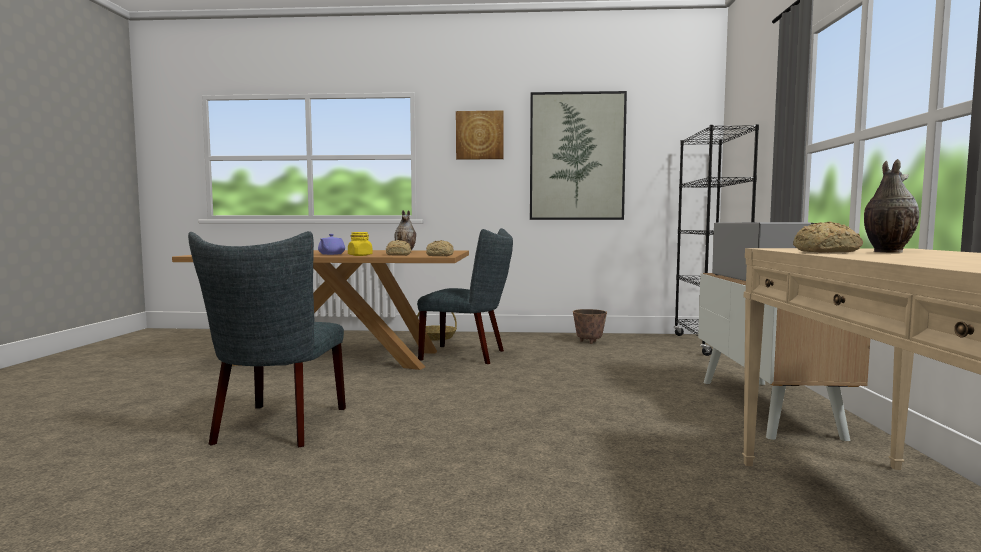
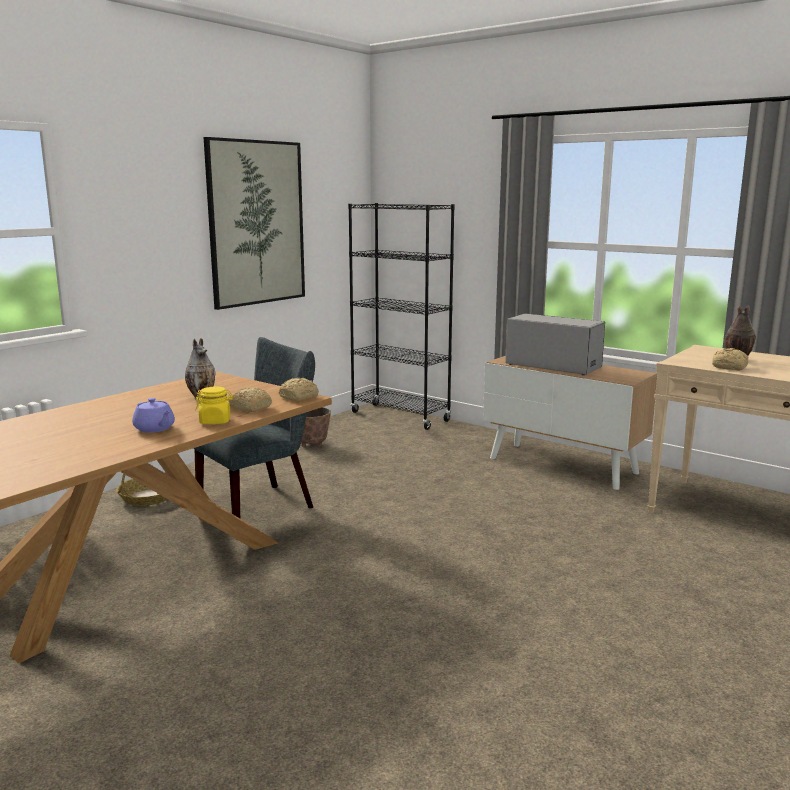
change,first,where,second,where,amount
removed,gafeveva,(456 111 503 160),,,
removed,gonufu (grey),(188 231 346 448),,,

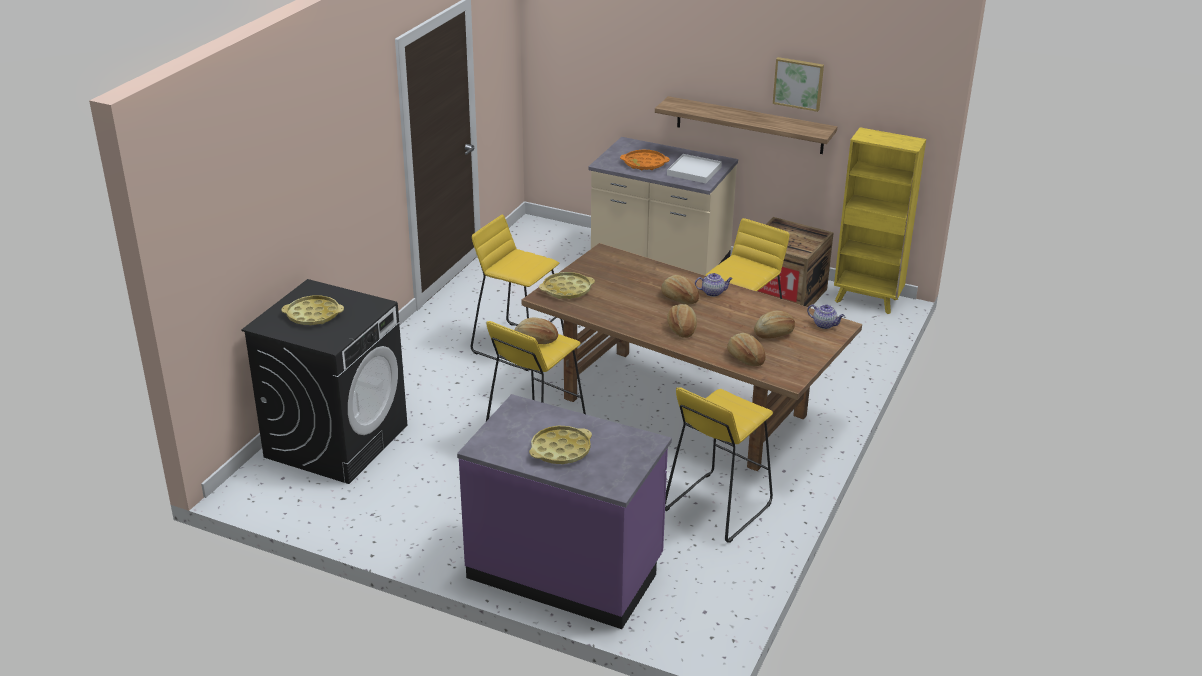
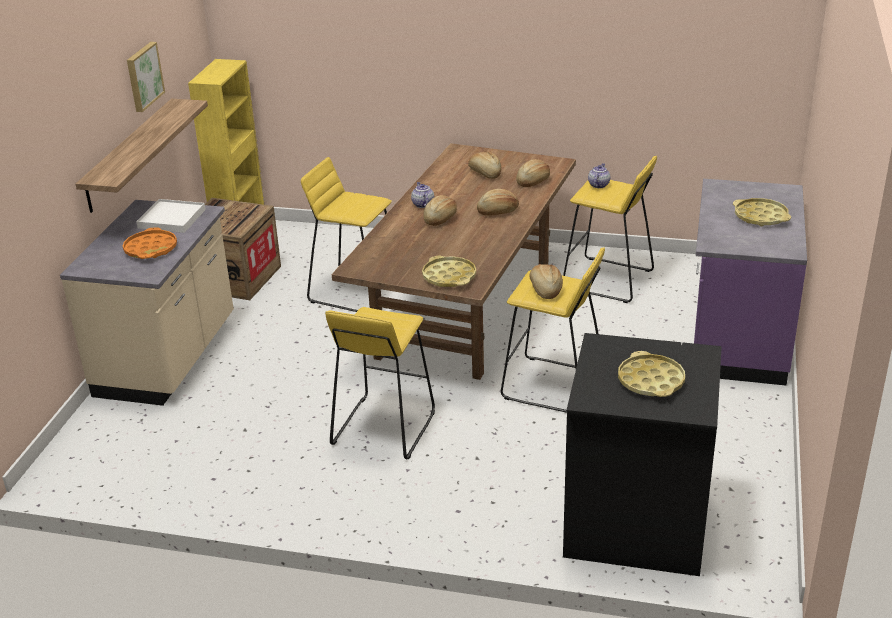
change,first,where,second,where,amount
moved,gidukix,(807 304 845 329),,(588 163 610 188),

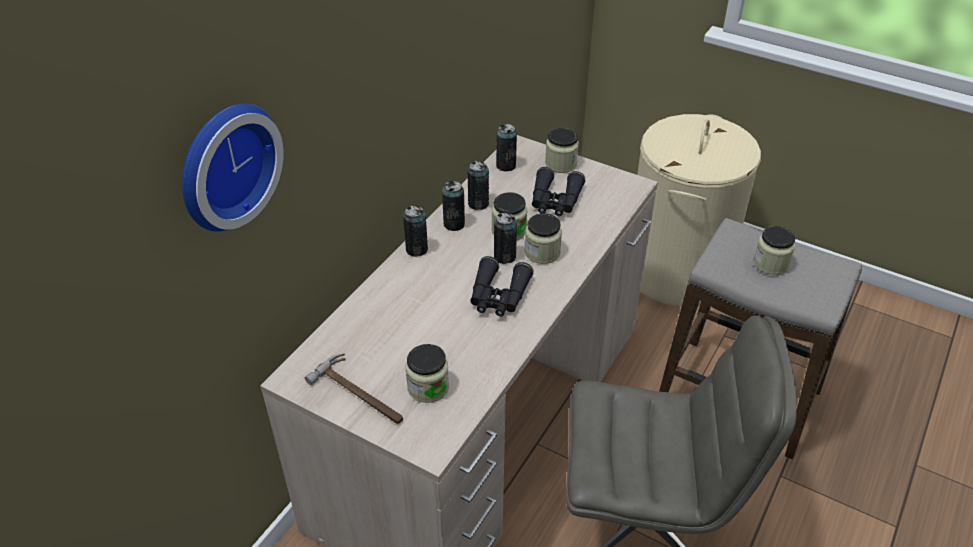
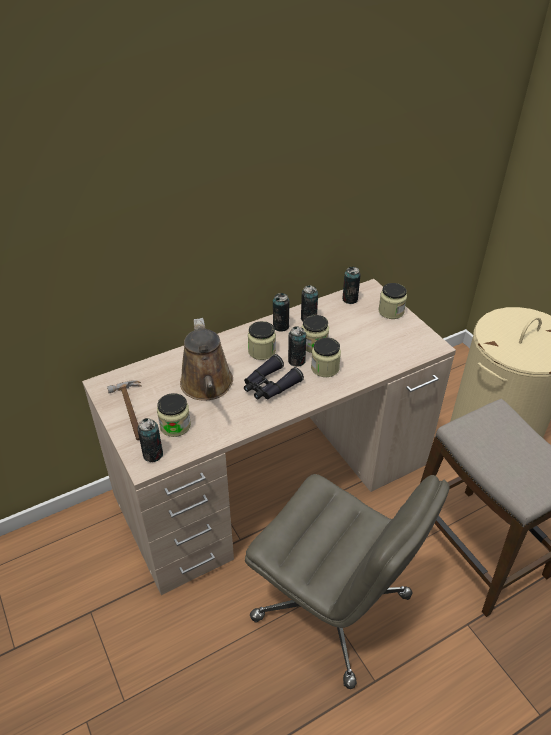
change,first,where,second,where,amount
removed,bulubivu,(182 104 284 232),,,
removed,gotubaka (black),(532 167 585 216),,,
moved,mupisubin,(403 206 428 257),,(138 418 163 462),
moved,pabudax,(753 226 795 275),,(248 321 276 360),
added,,,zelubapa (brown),(180 318 233 401),

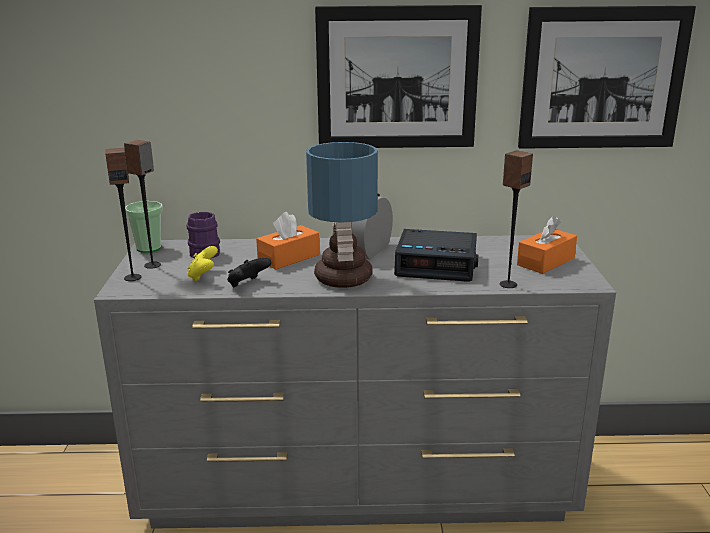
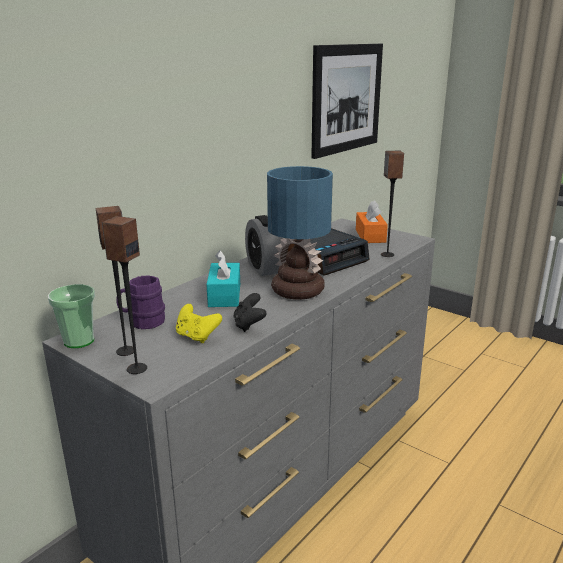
change,first,where,second,where,amount
removed,gafeveva,(315 5 482 148),,,
recoloured,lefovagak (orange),(256 212 320 270),lefovagak (turquoise),(206 250 240 307),

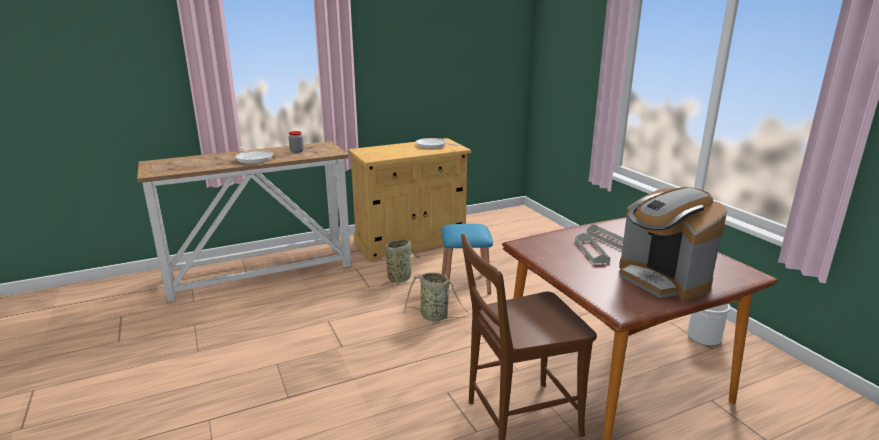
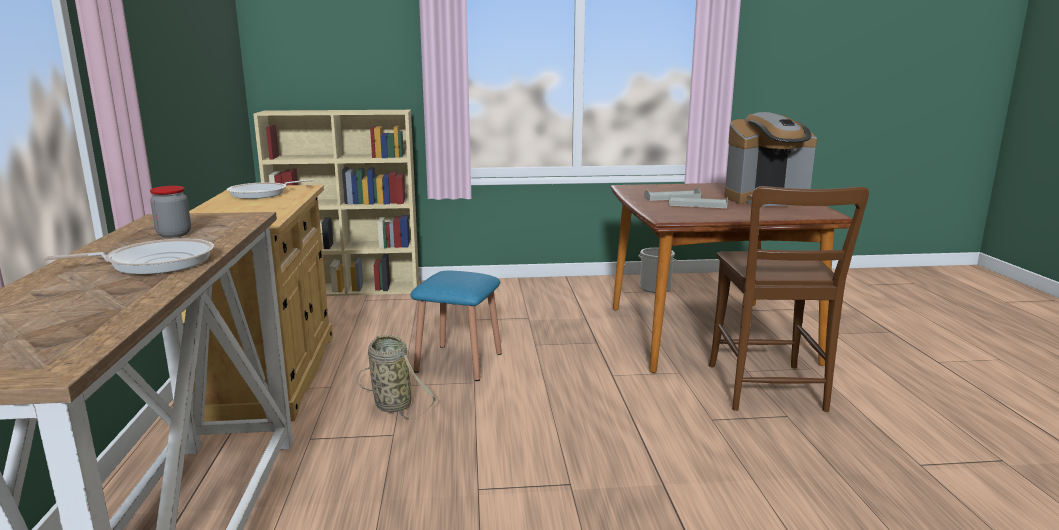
change,first,where,second,where,amount
removed,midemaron,(404 272 472 321),,,
added,,,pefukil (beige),(253 110 419 296),

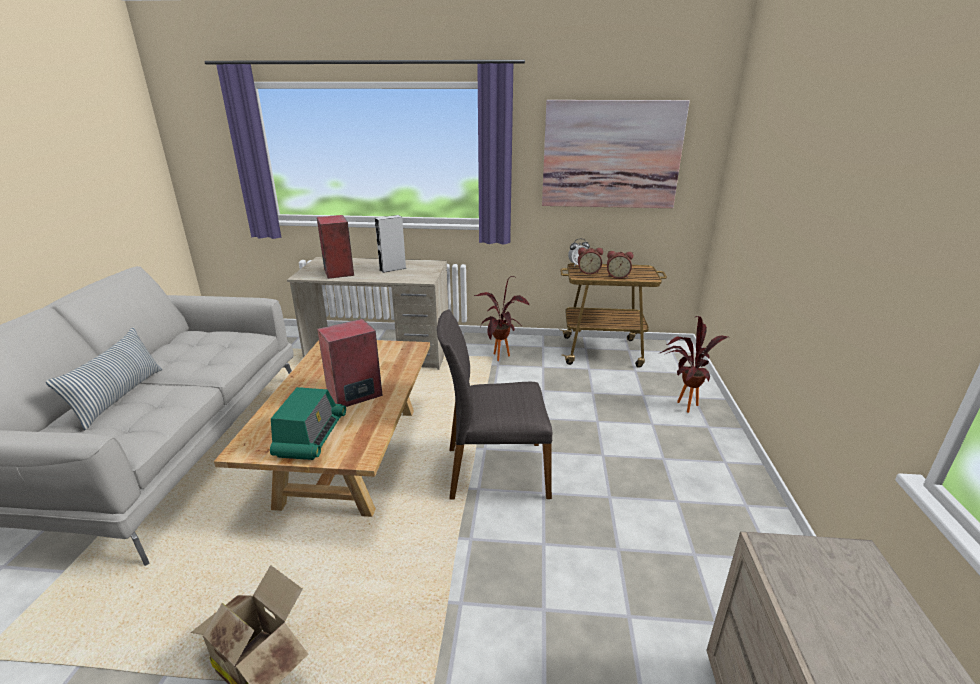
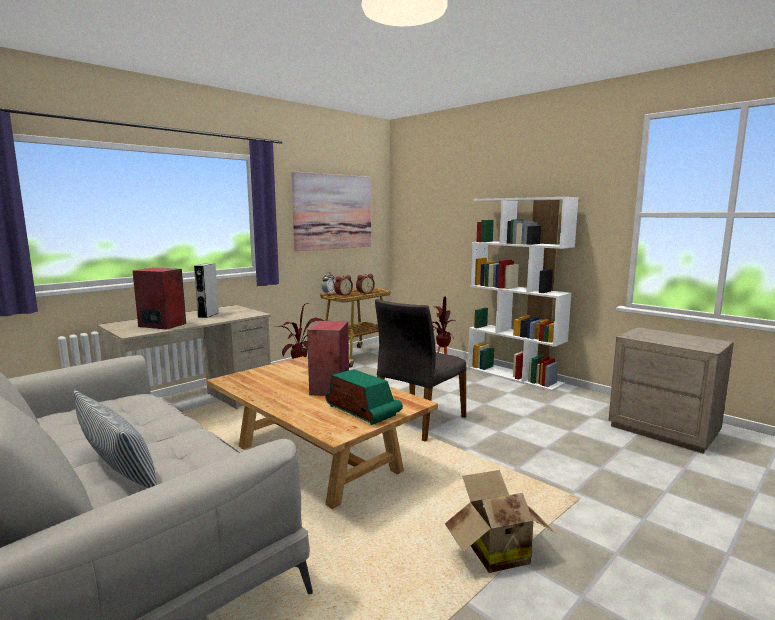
change,first,where,second,where,amount
added,,,pefukil (white),(468 197 579 391),

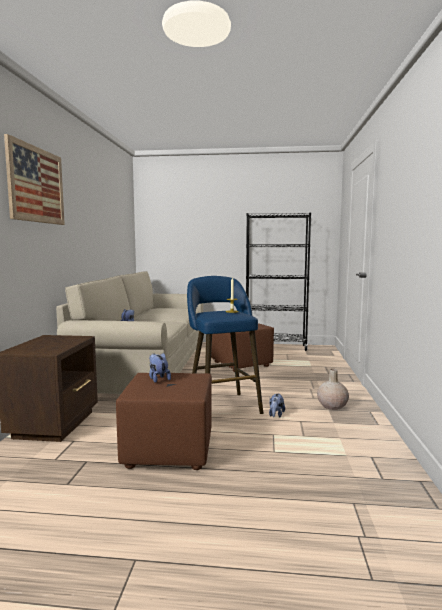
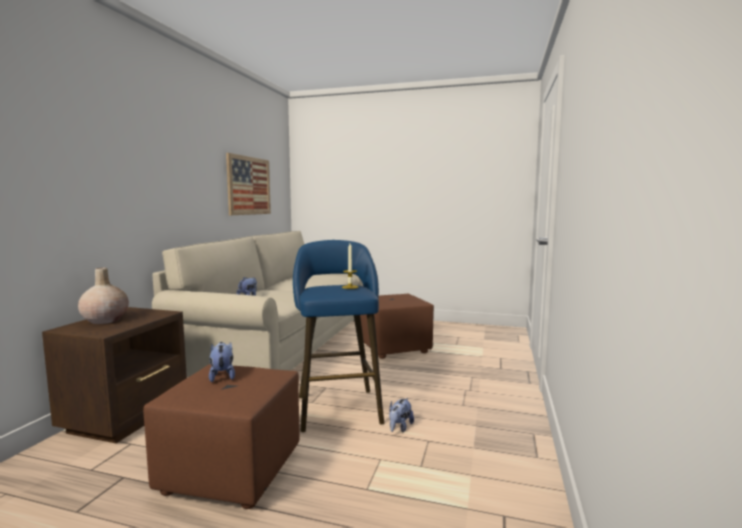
change,first,where,second,where,amount
moved,gafeveva,(4 134 65 225),,(226 153 271 215),
removed,pefukil (black),(246 213 311 351),,,
moved,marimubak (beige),(317 369 349 410),,(78 268 129 324),

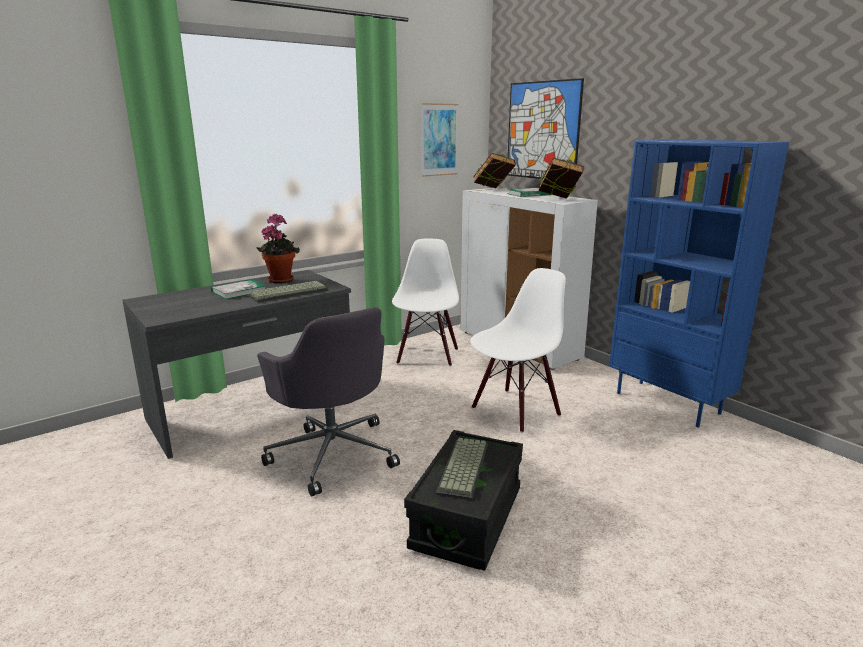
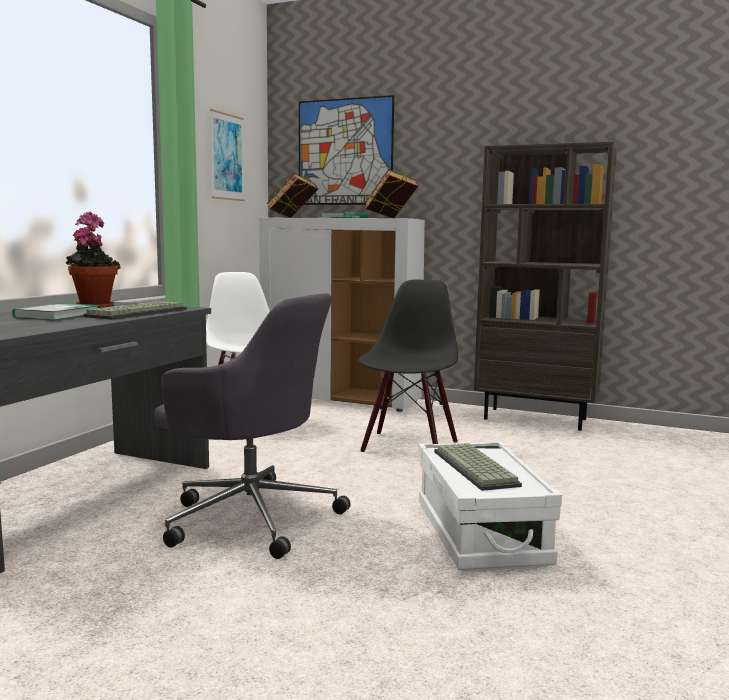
change,first,where,second,where,amount
recoloured,pefukil (blue),(609 139 789 427),pefukil (brown),(474 141 617 431),
recoloured,gonufu (white),(471 268 566 433),gonufu (black),(358 280 458 452),
recoloured,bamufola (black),(404 430 523 571),bamufola (white),(418 441 562 572),

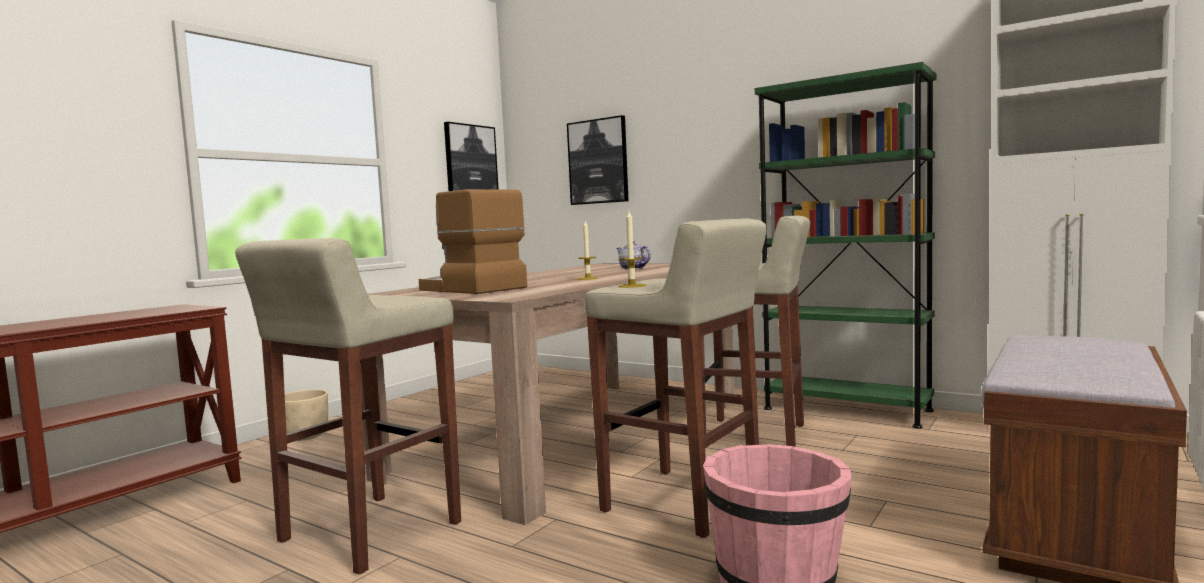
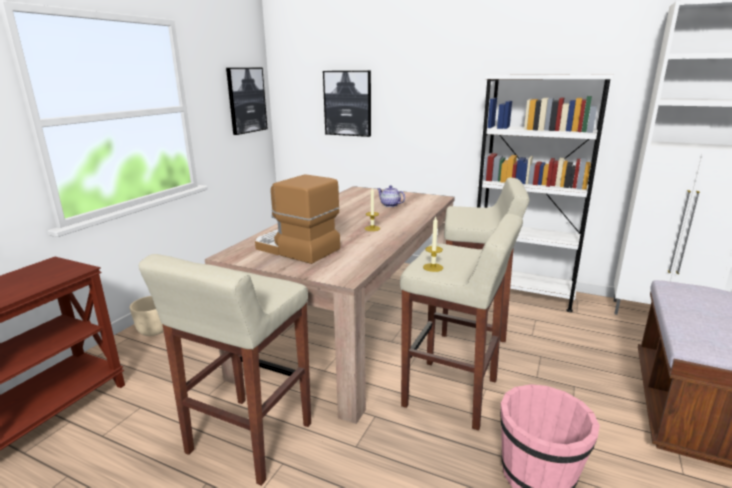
change,first,where,second,where,amount
recoloured,pefukil (green),(755 62 937 429),pefukil (white),(477 73 614 312),

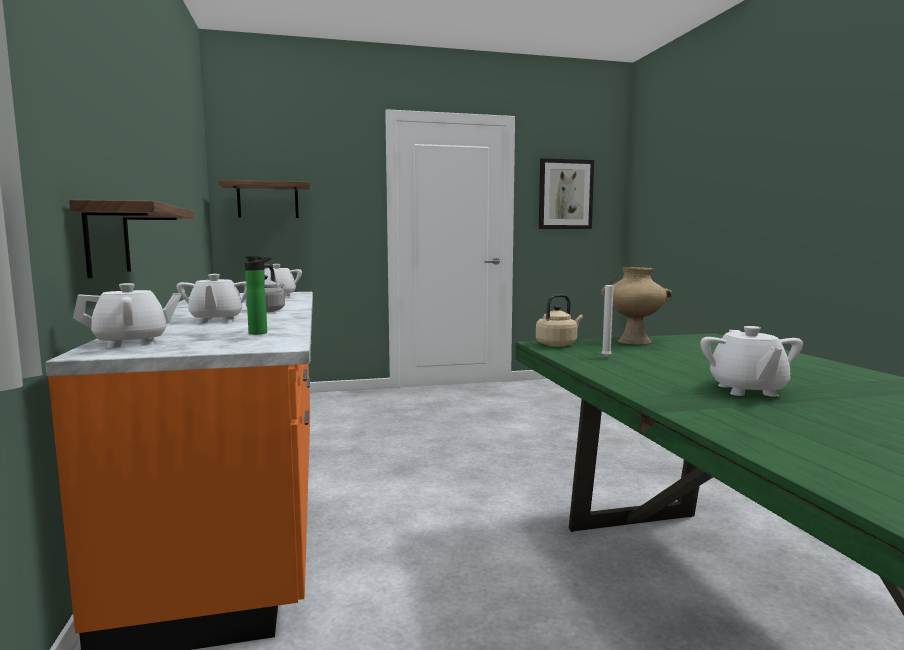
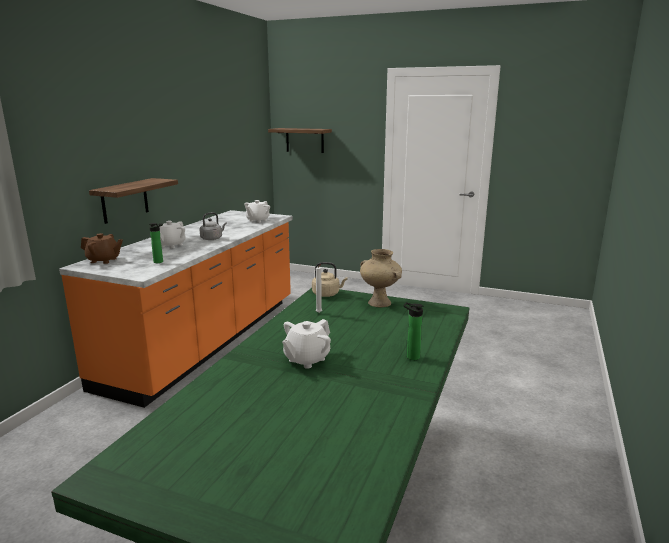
change,first,where,second,where,amount
removed,gafeveva,(539 158 594 229),,,
recoloured,gidukix (white),(73 283 182 348),gidukix (brown),(81 233 123 264),
added,,,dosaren,(403 302 423 360),

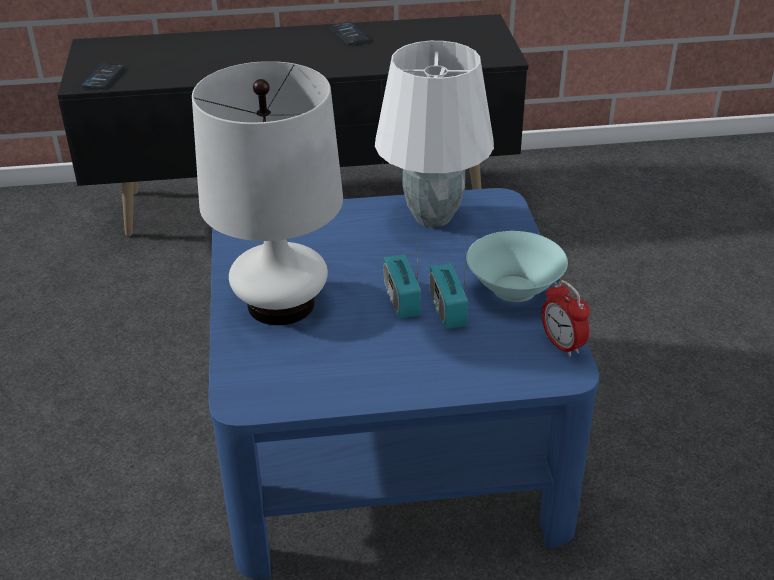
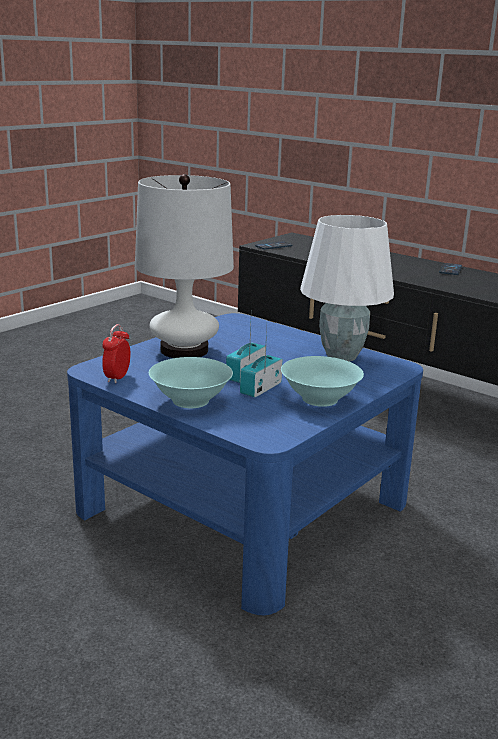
change,first,where,second,where,amount
moved,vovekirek,(542 280 590 357),,(102 324 131 383),
added,,,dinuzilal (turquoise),(149 357 233 408),

